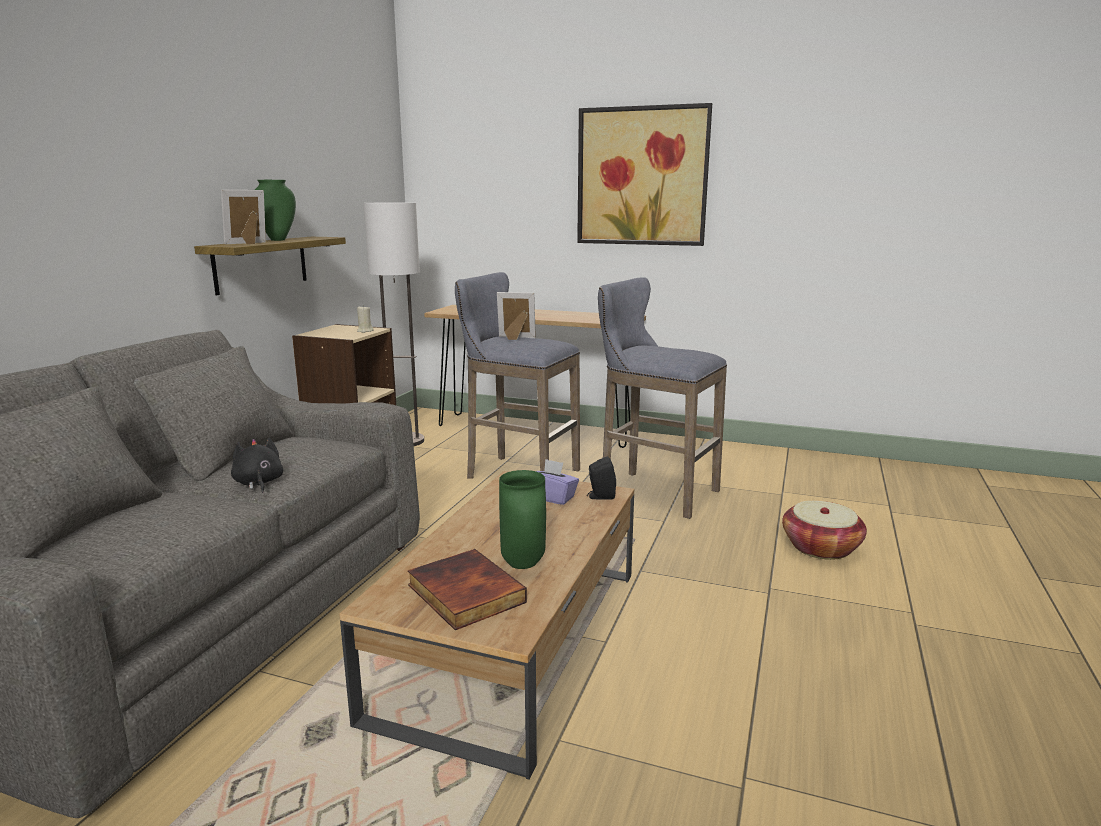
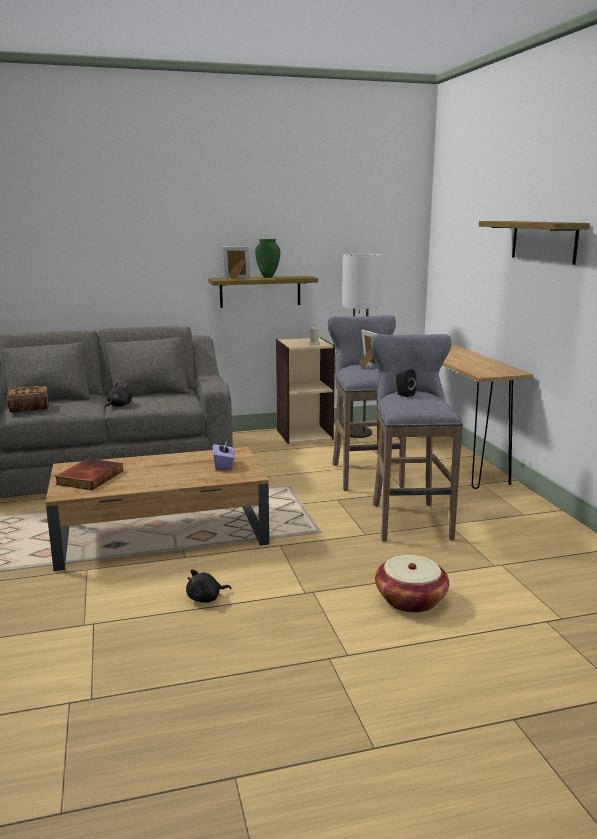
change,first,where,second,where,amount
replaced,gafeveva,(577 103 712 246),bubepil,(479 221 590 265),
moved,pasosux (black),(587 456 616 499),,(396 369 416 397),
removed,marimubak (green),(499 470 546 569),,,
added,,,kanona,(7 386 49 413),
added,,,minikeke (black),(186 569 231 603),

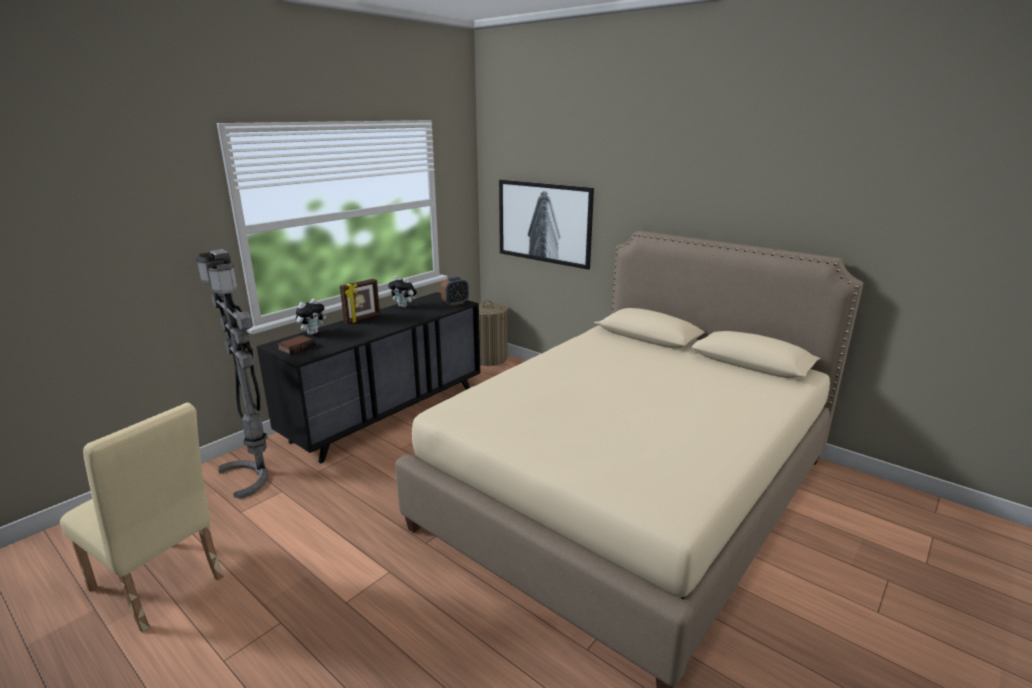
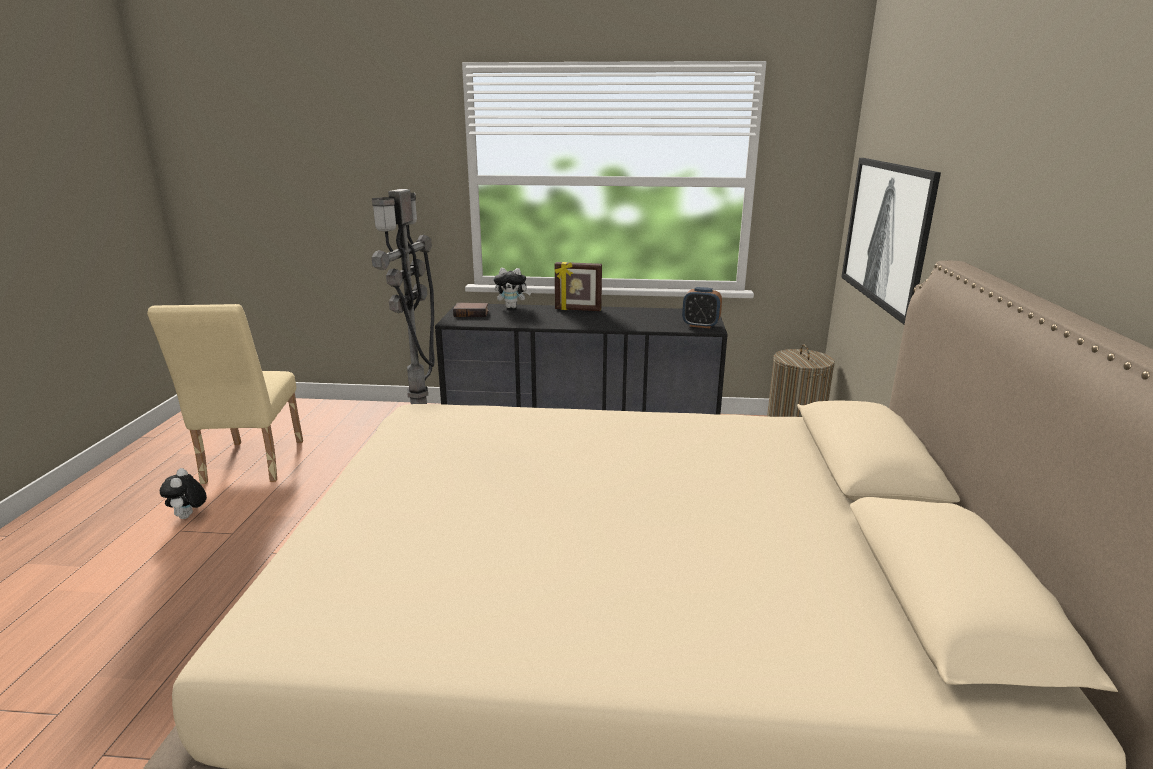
change,first,where,second,where,amount
moved,minikeke,(388 276 417 308),,(160 468 207 519),

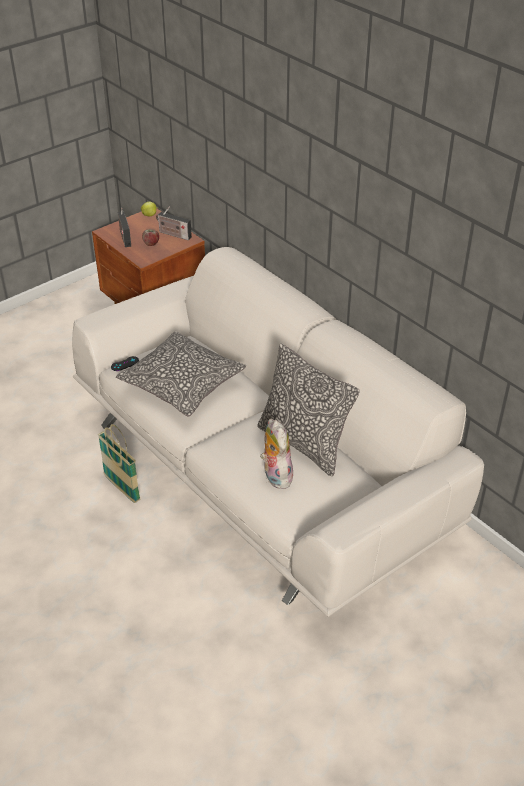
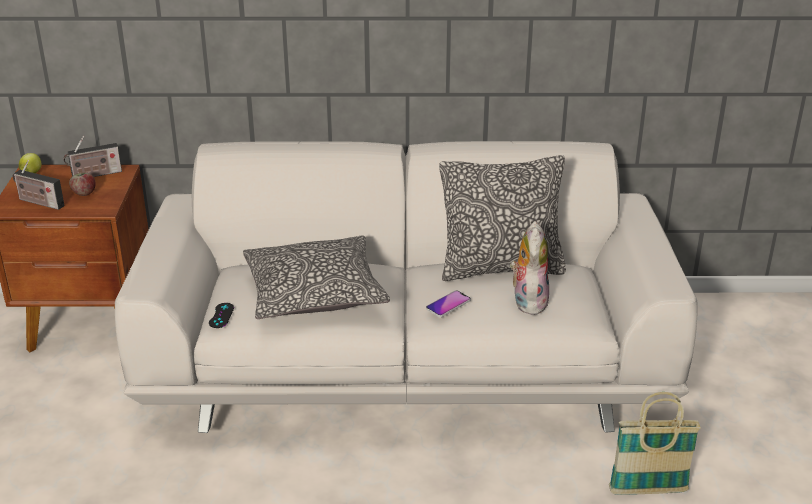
change,first,where,second,where,amount
turned,minikeke,(260 419 295 489),,(510 221 549 316),75 degrees clockwise
moved,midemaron,(98 424 140 503),,(609 392 701 495),
added,,,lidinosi,(426 290 471 317),

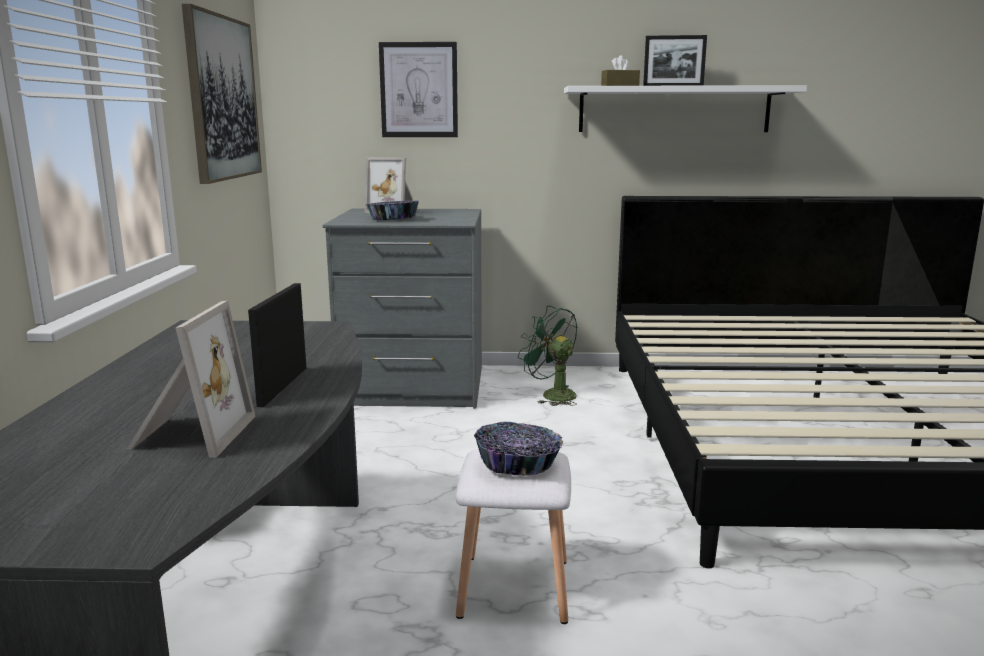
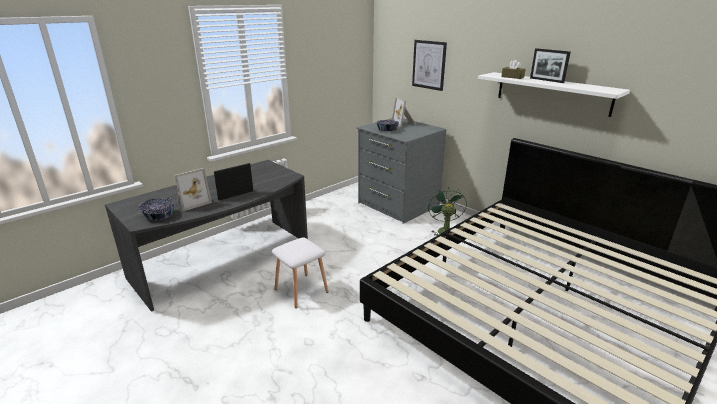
change,first,where,second,where,amount
removed,gafeveva,(182 4 262 184),,,
moved,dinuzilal,(474 422 563 476),,(138 198 175 221),

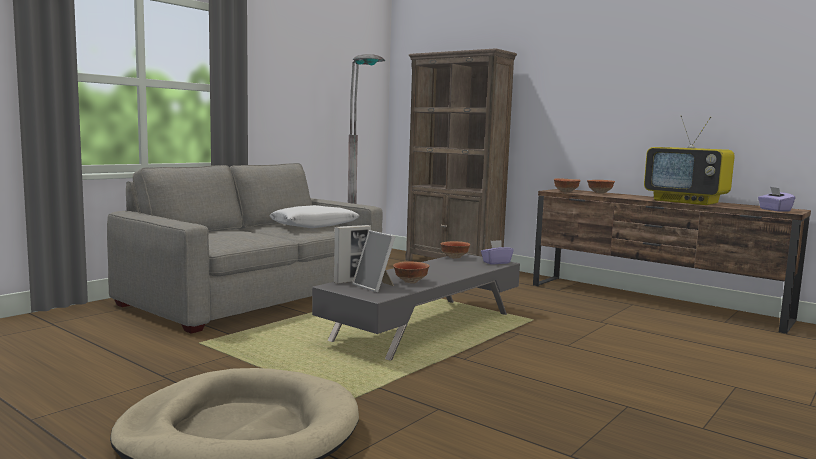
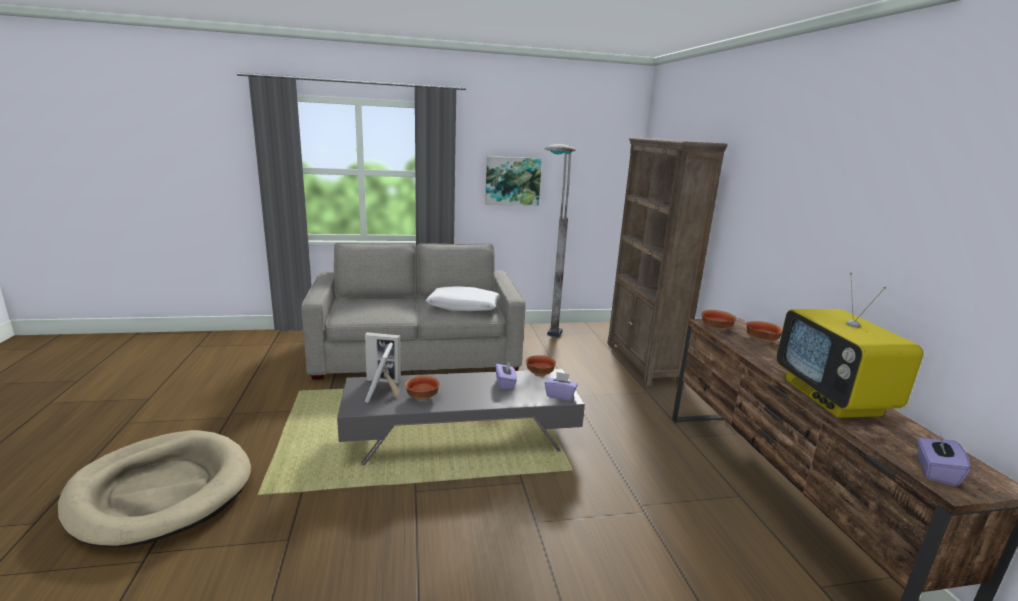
change,first,where,second,where,amount
added,,,gafeveva,(485 156 542 206),
added,,,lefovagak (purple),(496 363 517 390),

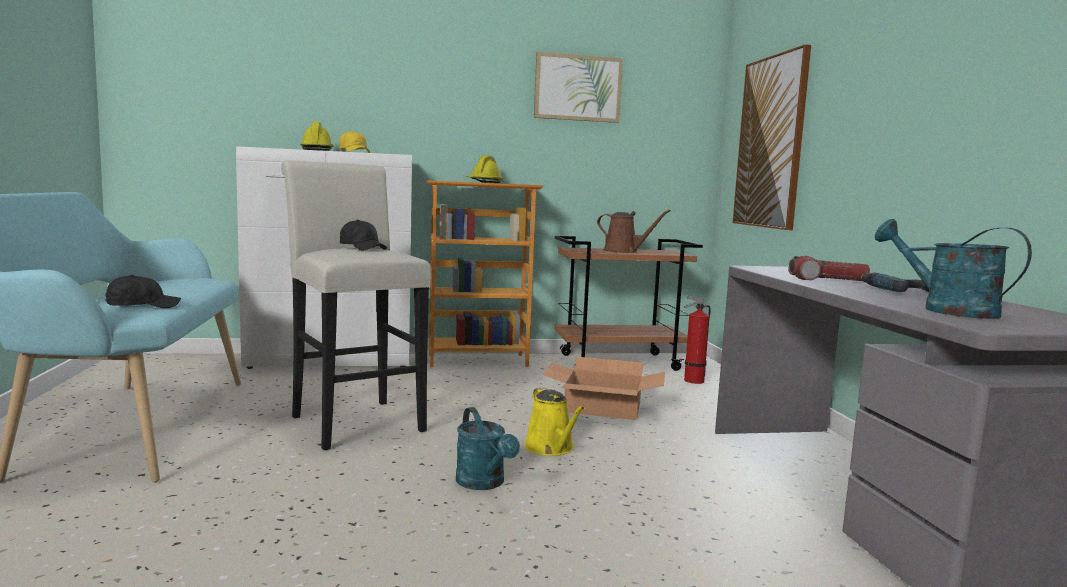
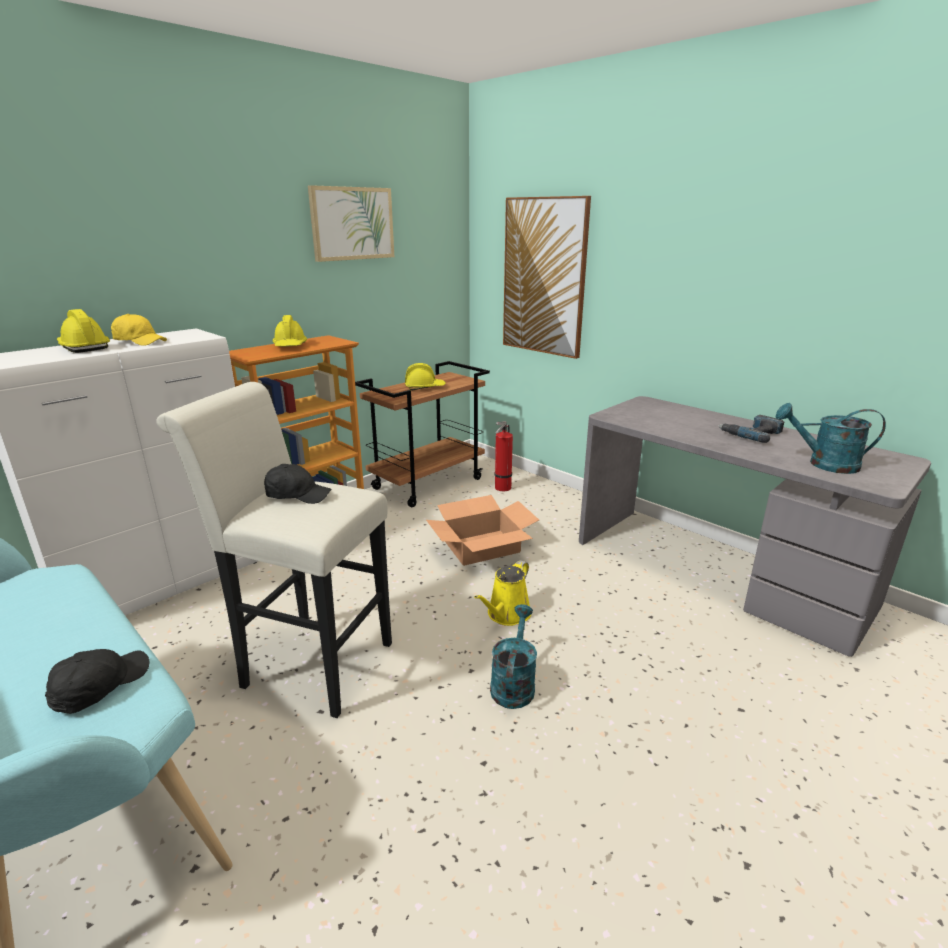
change,first,where,second,where,amount
replaced,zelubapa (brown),(597 210 671 253),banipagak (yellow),(405 363 446 391),
removed,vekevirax,(788 255 870 281),,,
turned,zelubapa (yellow),(524 387 585 456),,(474 560 532 626),90 degrees clockwise
turned,zelubapa (turquoise),(456 407 520 490),,(490 604 537 709),105 degrees counterclockwise

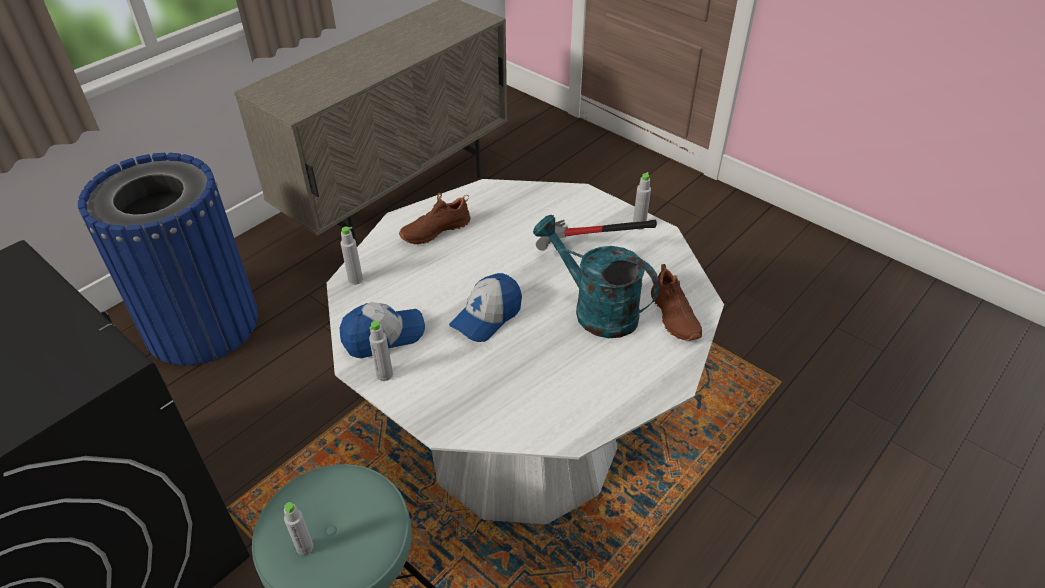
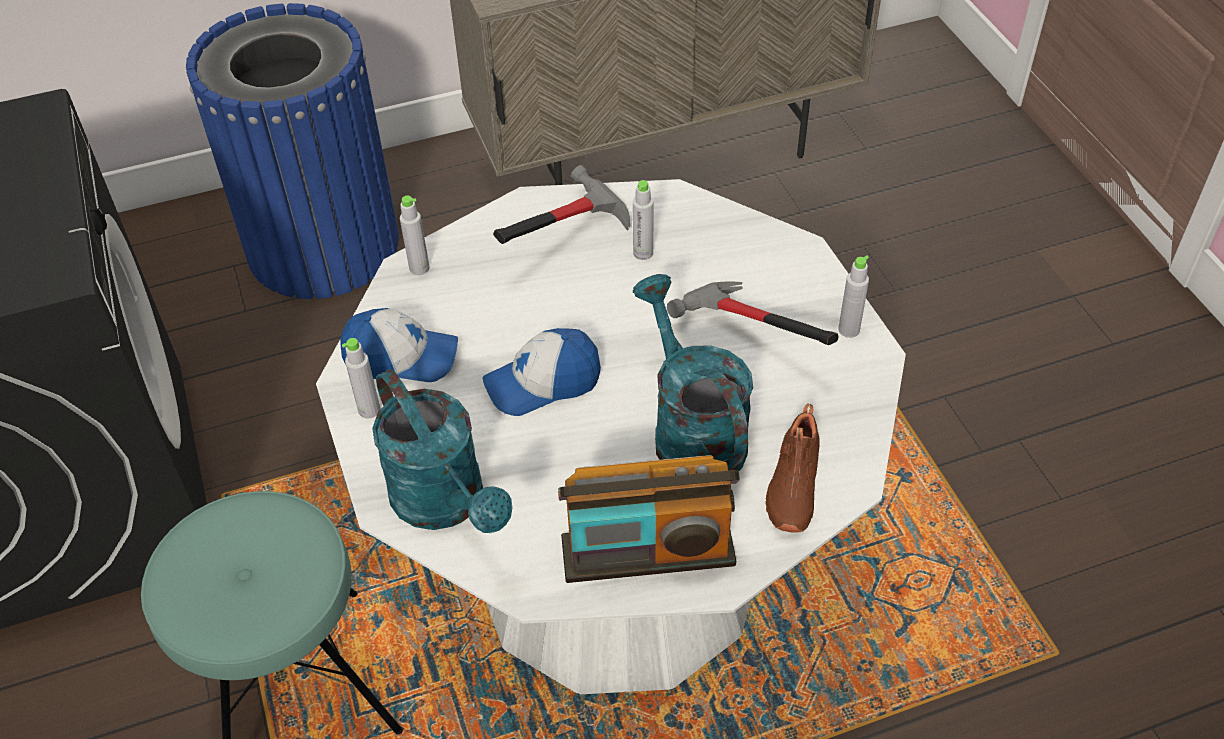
change,first,where,second,where,amount
replaced,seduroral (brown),(399 193 471 245),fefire,(493 165 630 244),
moved,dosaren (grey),(284 502 314 555),,(633 180 654 260),
added,,,zelubapa (turquoise),(372 369 512 533),
added,,,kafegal,(558 455 740 583),

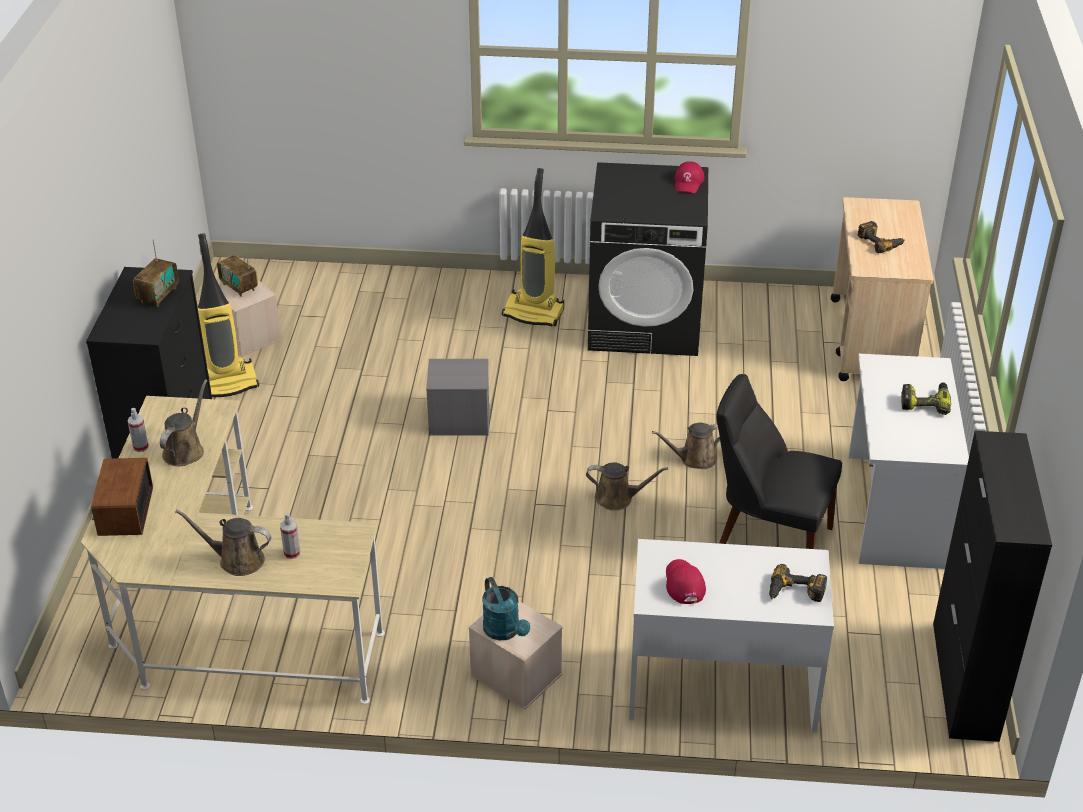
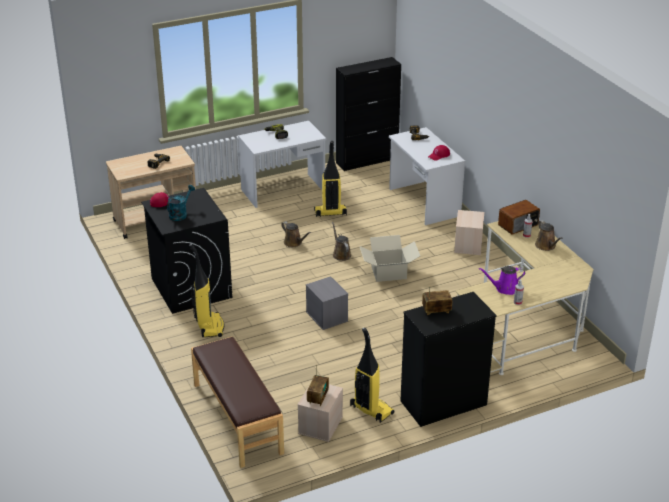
change,first,where,second,where,amount
replaced,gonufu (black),(716 374 842 549),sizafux,(314 141 347 217),
recoloured,zelubapa (brown),(160 379 208 466),zelubapa (purple),(479 266 525 295),
moved,kafegal,(91 458 153 536),,(498 200 540 235),
moved,zelubapa (turquoise),(482 577 530 640),,(167 185 195 221),
added,,,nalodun,(360 235 420 282),
added,,,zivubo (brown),(191 336 284 468),

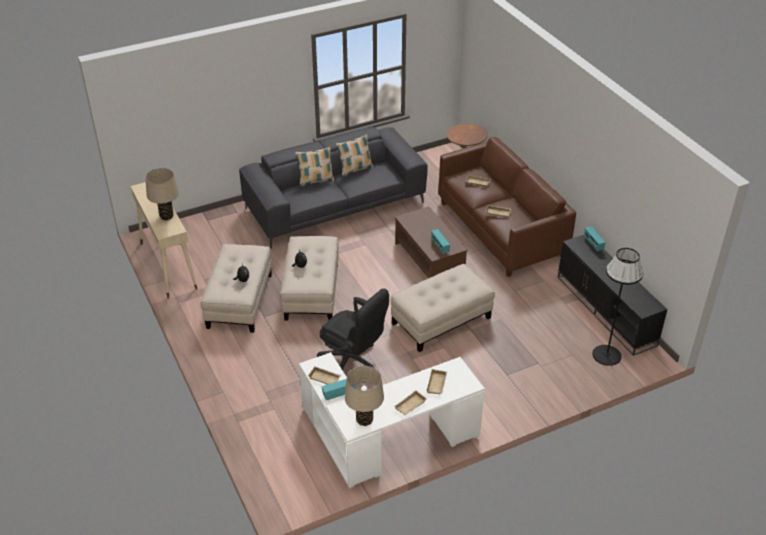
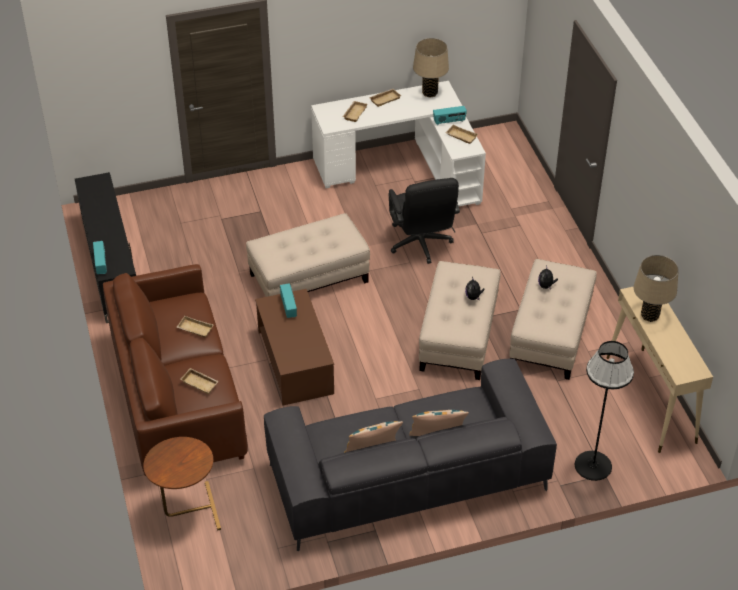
change,first,where,second,where,amount
moved,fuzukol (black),(592 248 643 366),,(575 341 634 481),
turned,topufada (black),(317 289 389 370),,(388 178 460 264),150 degrees counterclockwise

